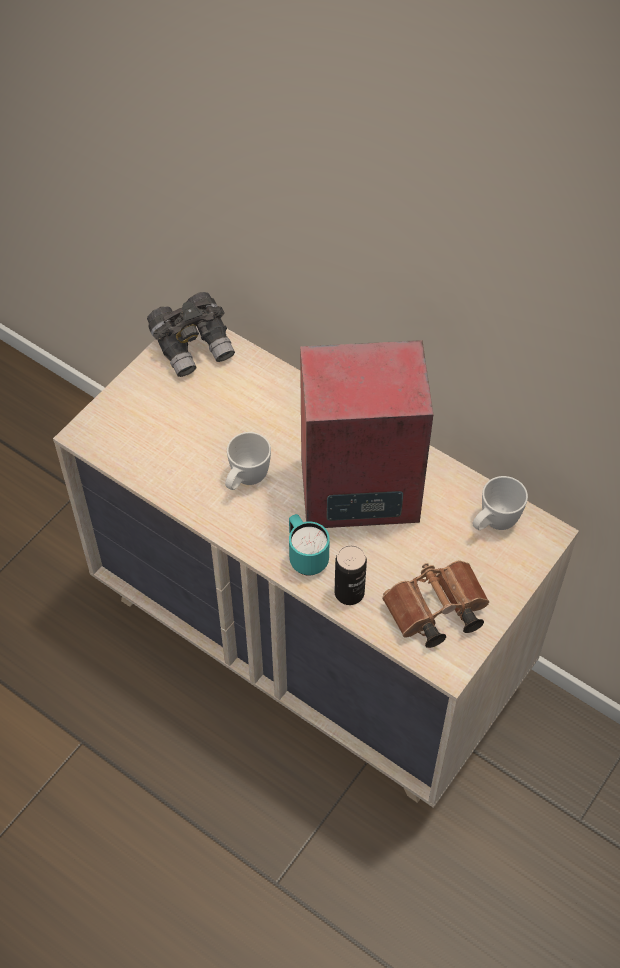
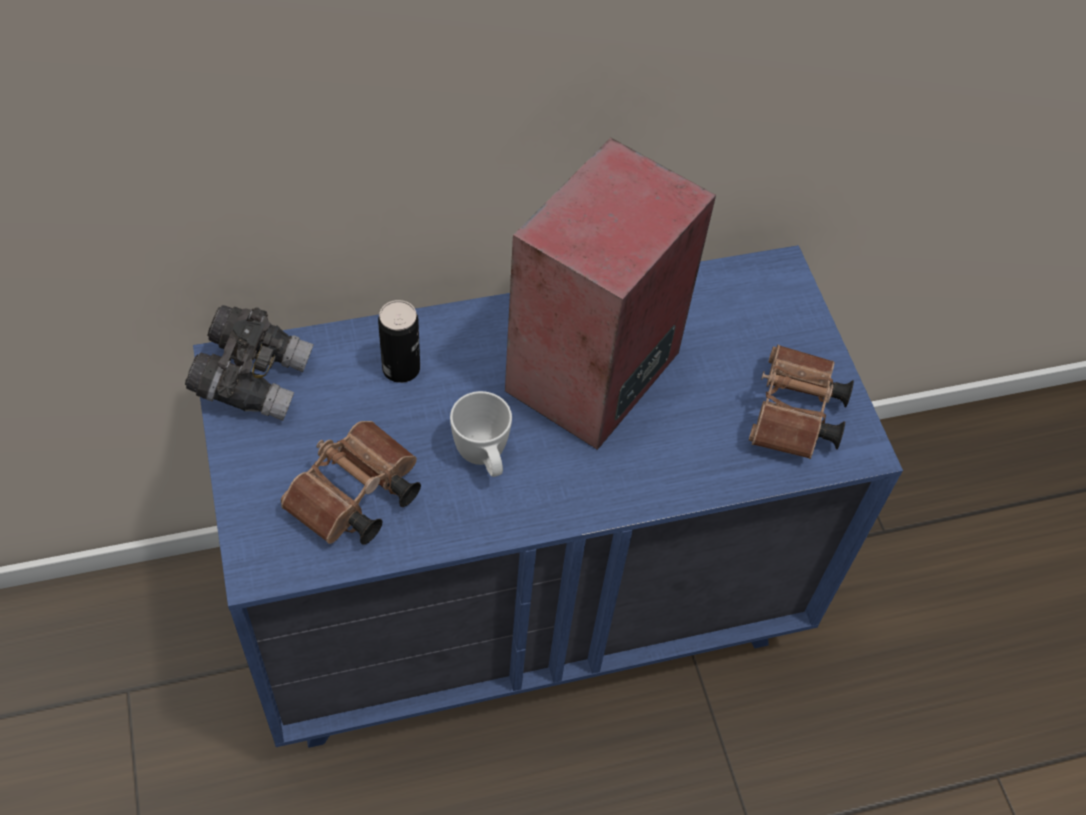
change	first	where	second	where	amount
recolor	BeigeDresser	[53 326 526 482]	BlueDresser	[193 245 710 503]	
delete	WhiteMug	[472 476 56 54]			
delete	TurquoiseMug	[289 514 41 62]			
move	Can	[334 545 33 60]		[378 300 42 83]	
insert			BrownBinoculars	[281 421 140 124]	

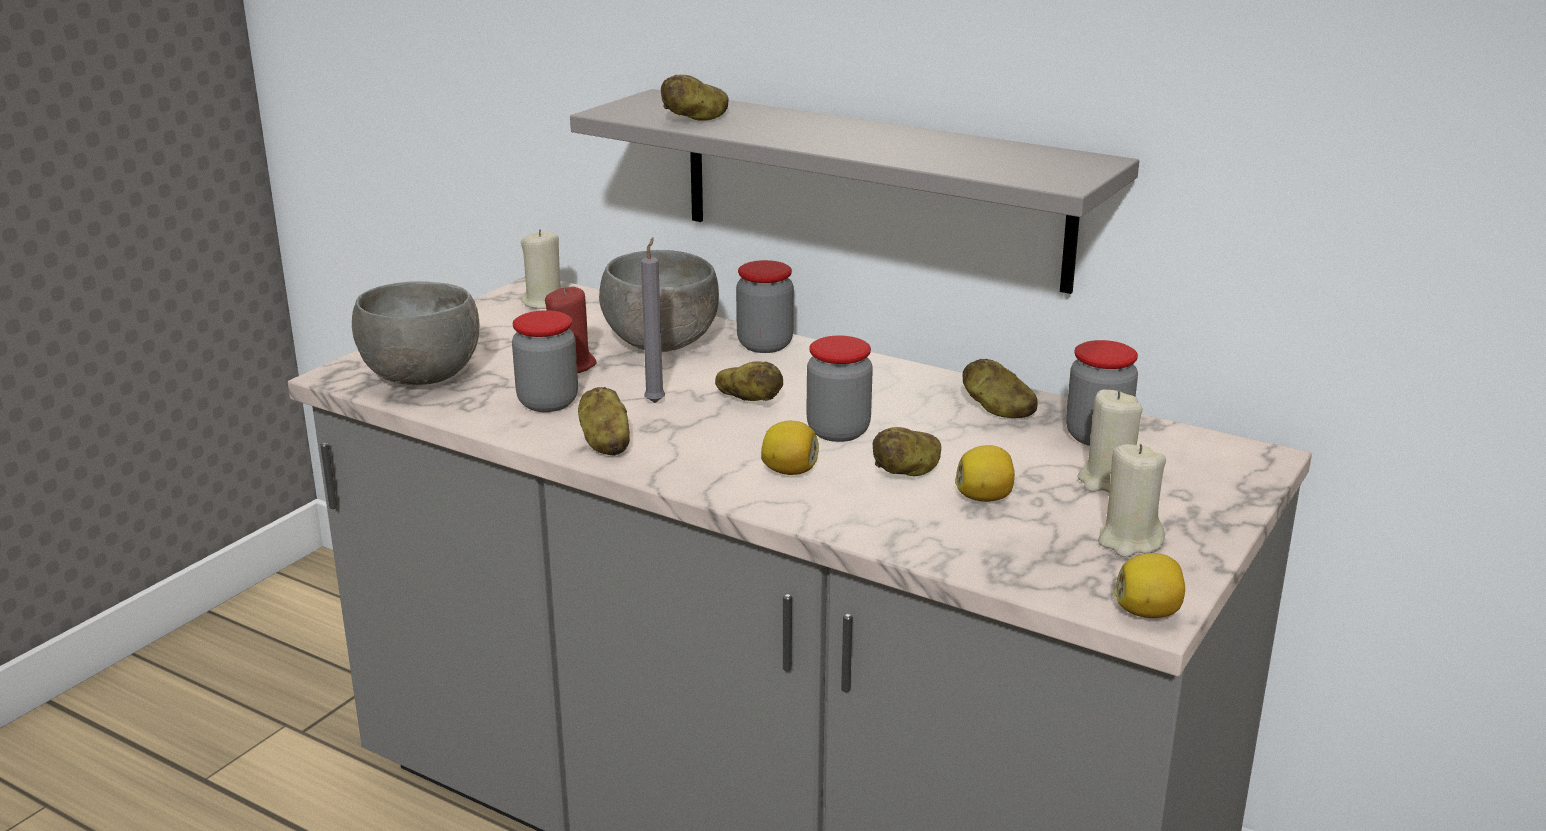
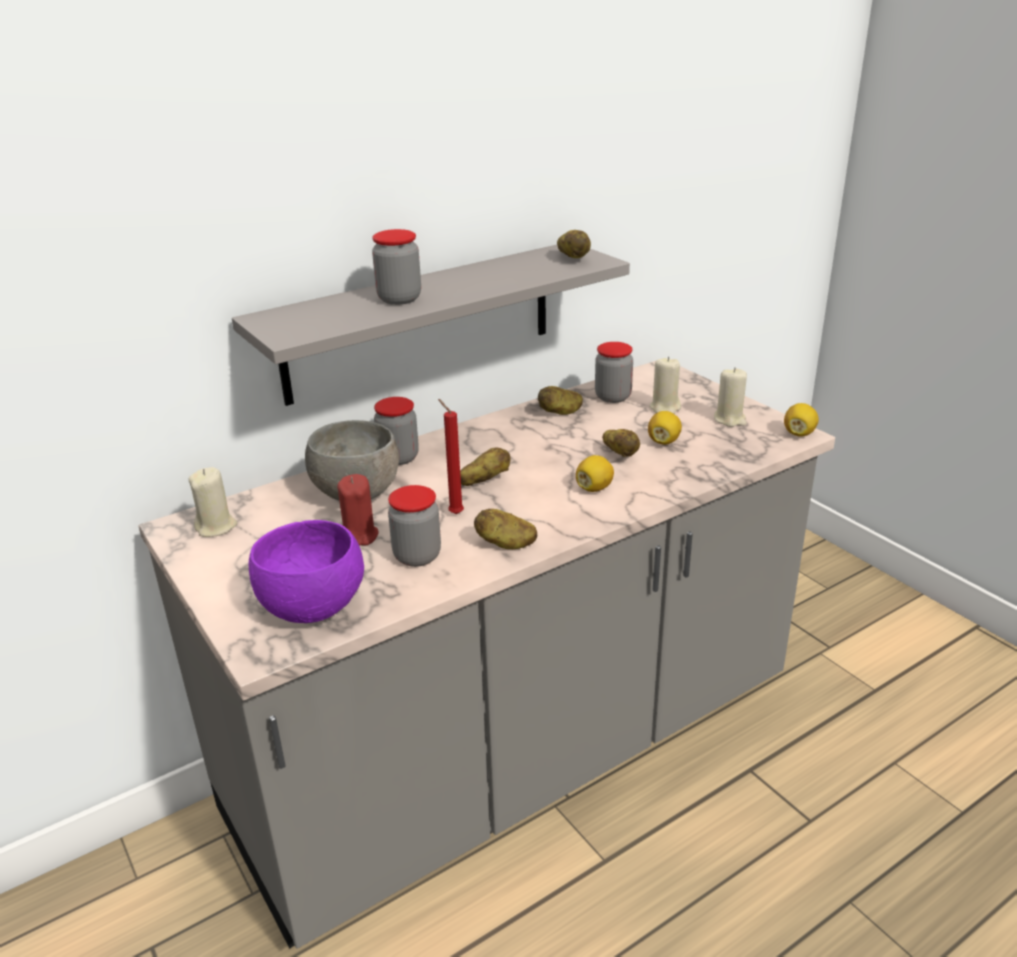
change	first	where	second	where	amount
move	Potato	[661 75 68 46]		[557 230 34 28]	
recolor	GreyCandle	[641 238 24 165]	RedCandle	[438 399 26 115]	
recolor	GreyBowl	[352 281 127 104]	PurpleBowl	[248 520 116 103]	
move	Jar	[806 336 67 106]		[372 229 49 76]	

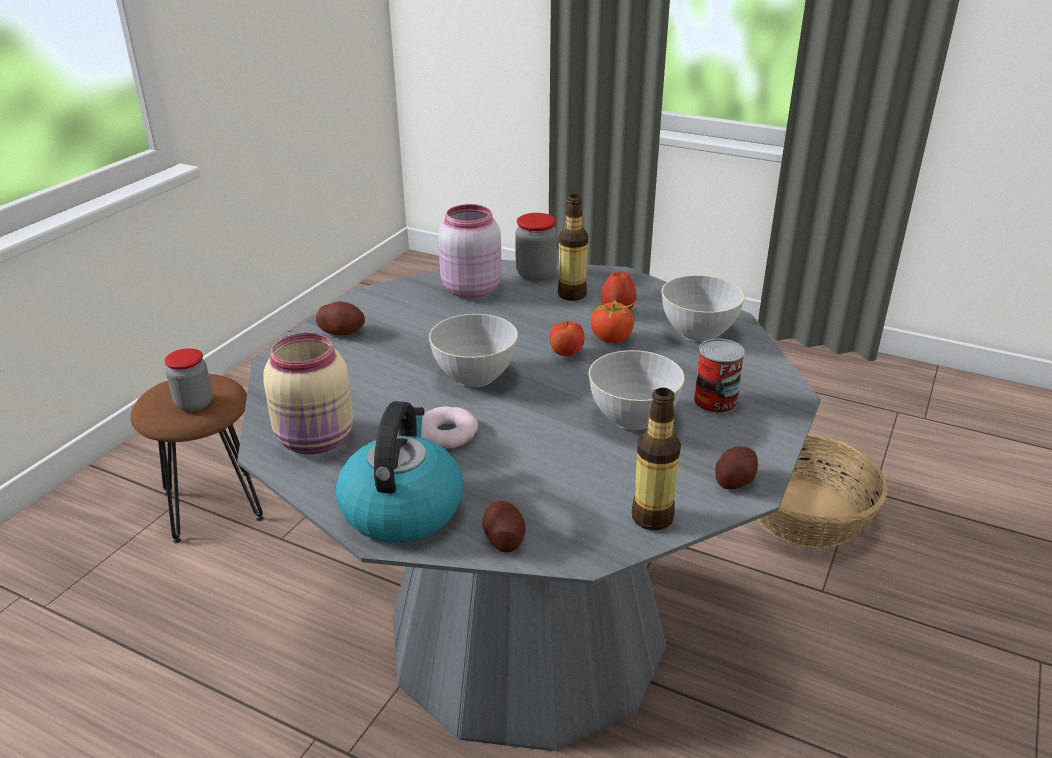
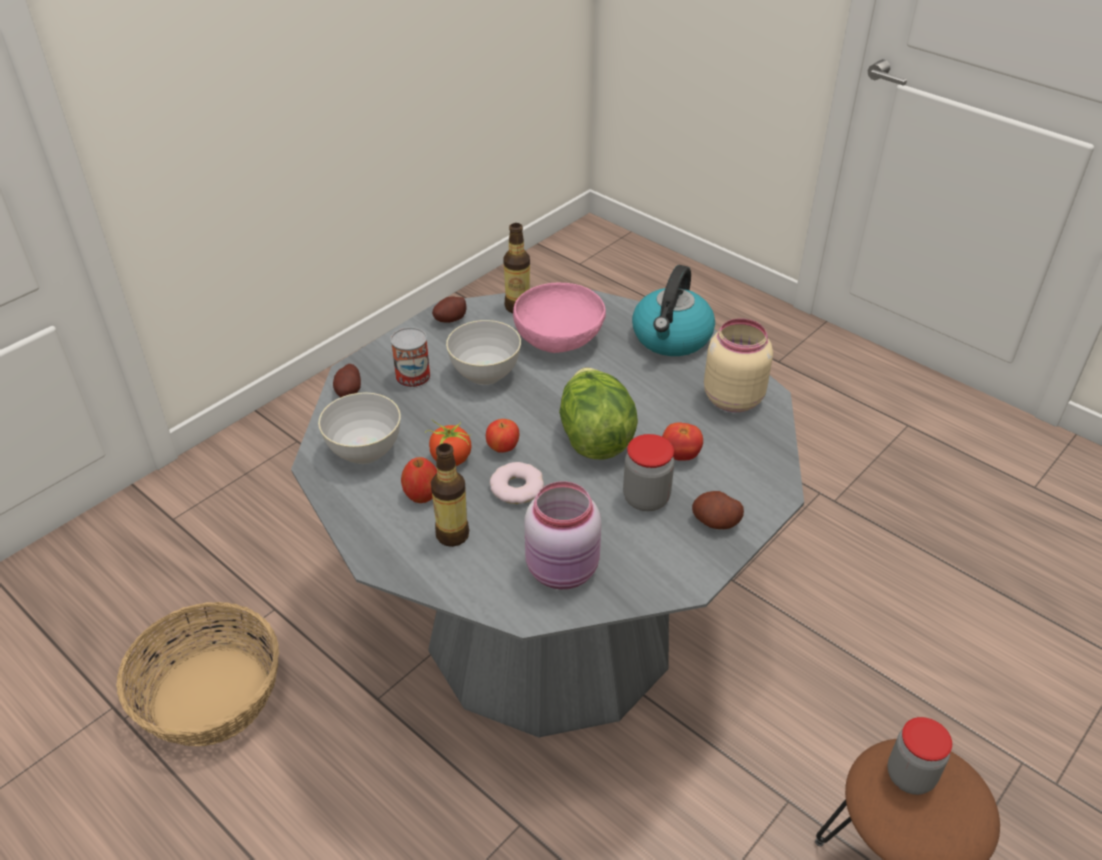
change	first	where	second	where	amount
move	Jar	[515 213 42 68]		[623 434 51 77]	
replace	GreyBowl	[429 314 89 73]	Lettuce	[559 367 79 93]	
move	Donut	[421 406 57 42]		[490 462 54 42]	
move	Potato	[482 501 44 52]		[333 364 28 33]	
insert			PinkBowl	[513 283 93 70]	
insert			Tomato	[662 422 41 39]	

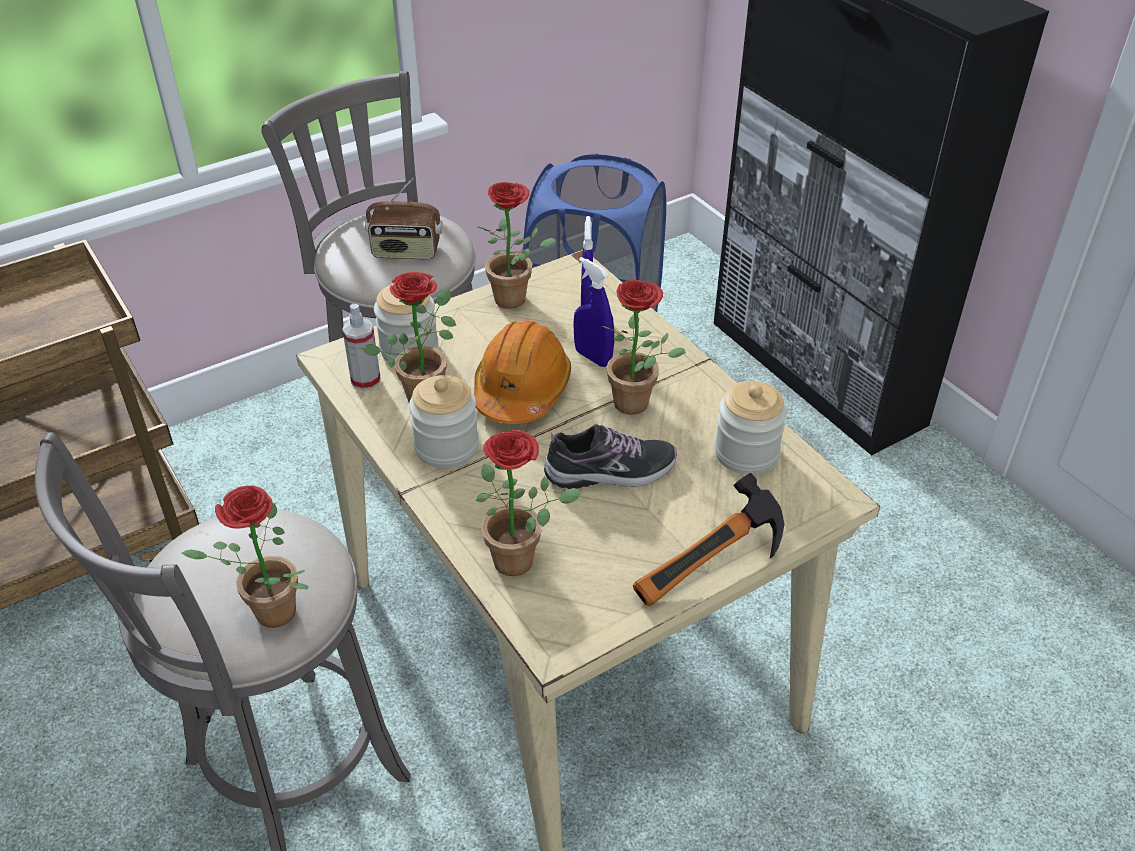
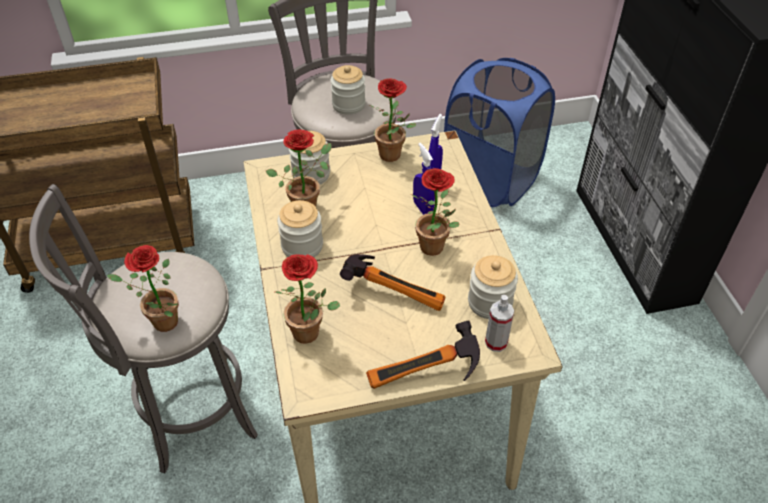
change	first	where	second	where	amount
replace	Radio	[365 178 78 81]	Jar	[331 65 35 50]	
move	SprayBottle	[342 304 39 87]		[485 295 29 57]	
delete	OrangeHardHat	[474 320 97 104]			
replace	Shoe	[544 424 133 65]	Hammer	[340 254 106 57]	

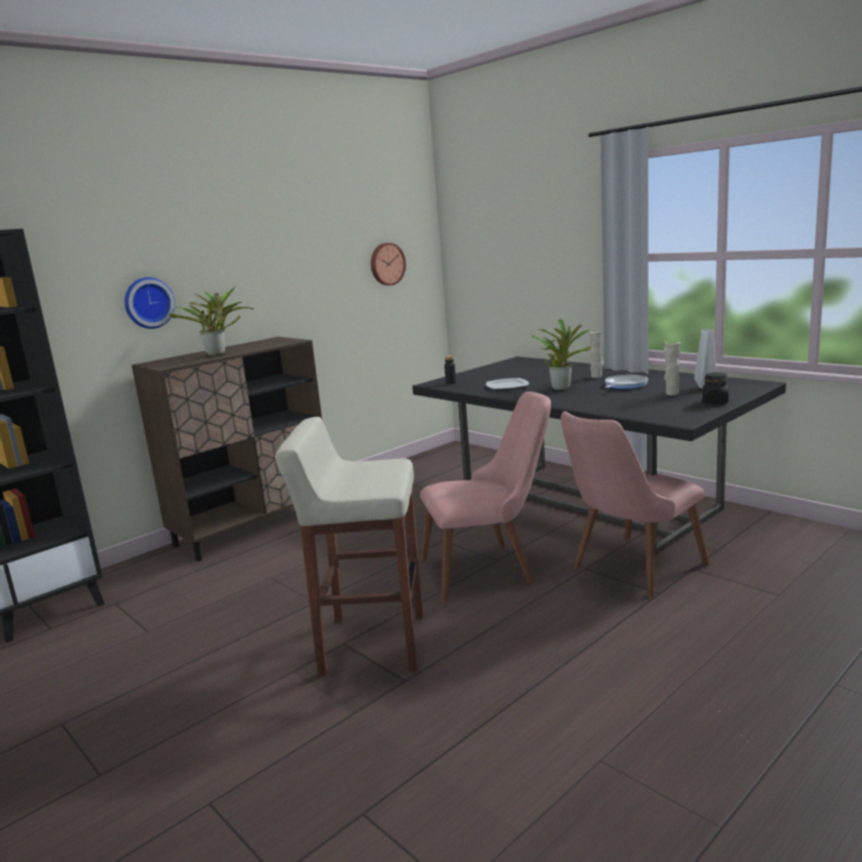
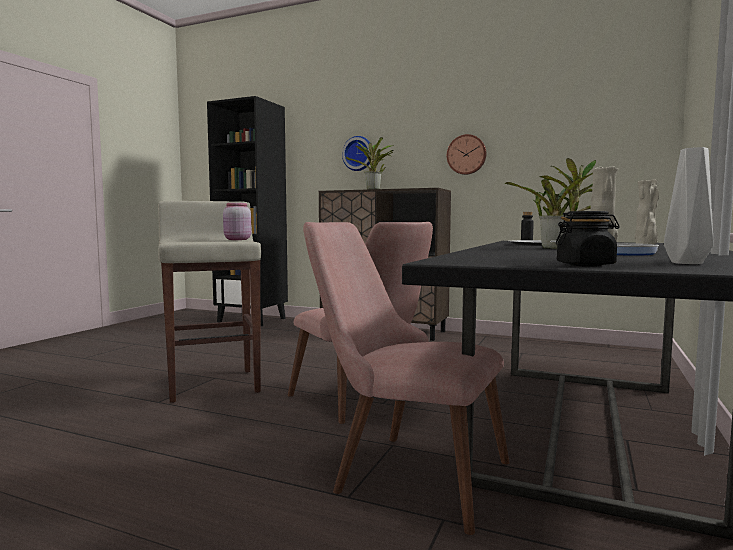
change	first	where	second	where	amount
move	WallClock	[371 243 35 42]		[447 134 39 41]	
insert			PinkJar	[223 203 28 37]	

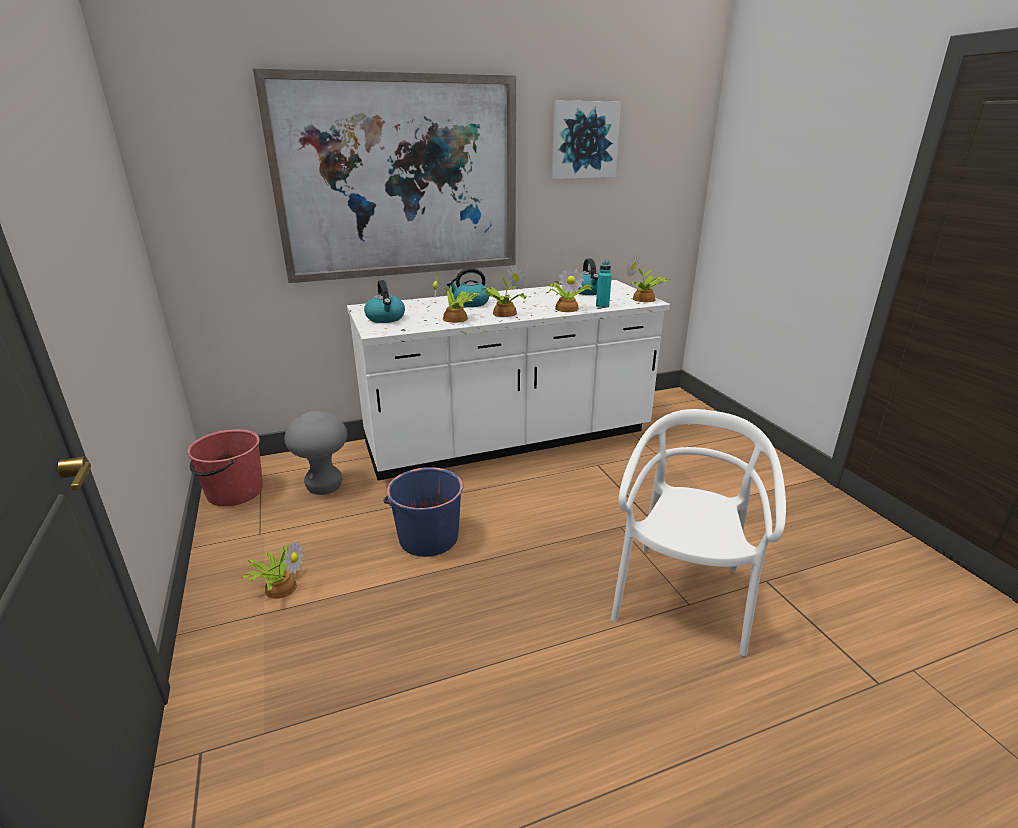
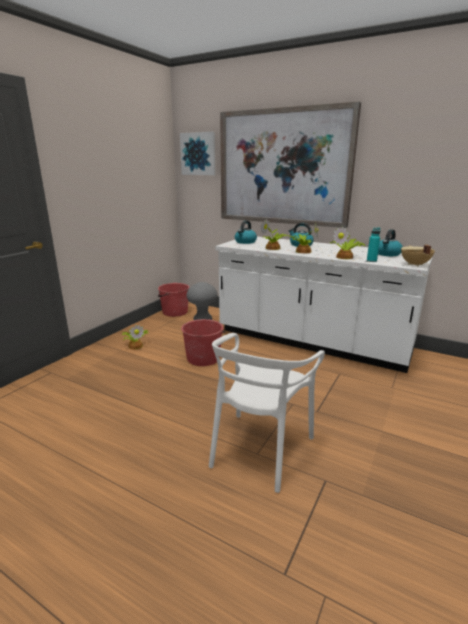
change	first	where	second	where	amount
move	Picture	[552 101 69 78]		[180 132 35 43]	
replace	PottedPlant	[626 255 44 47]	BeigeCookingPot	[401 245 34 21]	
rotate	WhiteChair	[611 409 175 247]		[209 333 116 160]	135 degrees clockwise
recolor	BlueBucket	[384 467 79 90]	RedBucket	[181 319 44 47]	

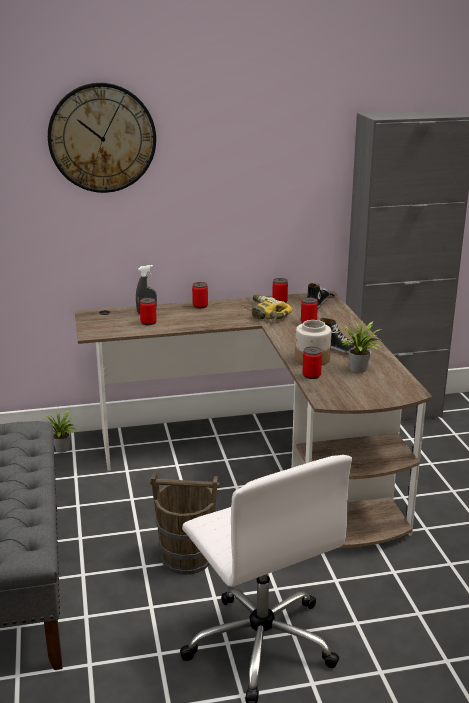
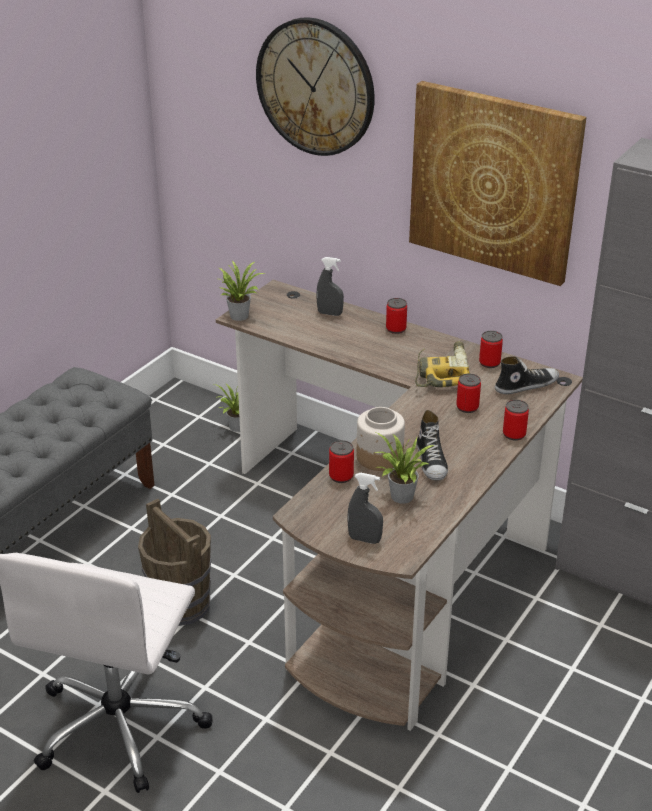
change	first	where	second	where	amount
move	Can	[140 297 17 28]		[503 400 26 41]	
insert			Picture	[409 81 178 205]	
insert			PottedPlant	[218 261 47 60]	
insert			GreySprayBottle	[347 473 36 71]	

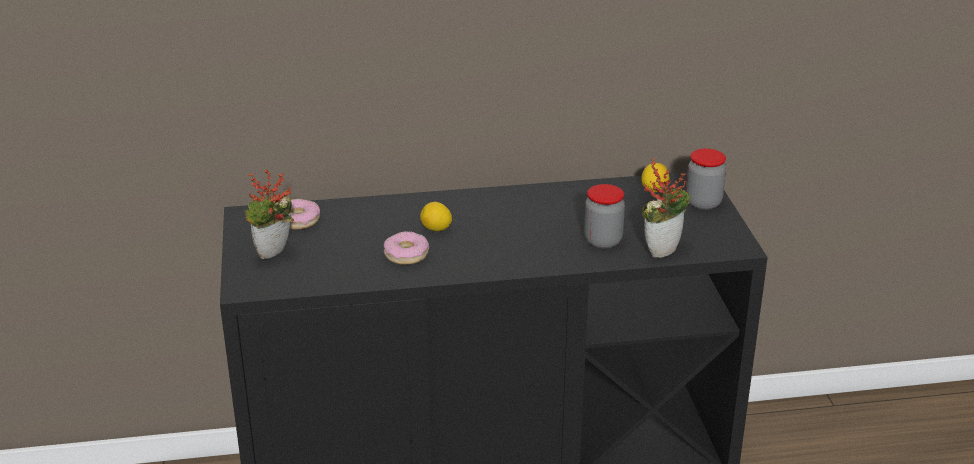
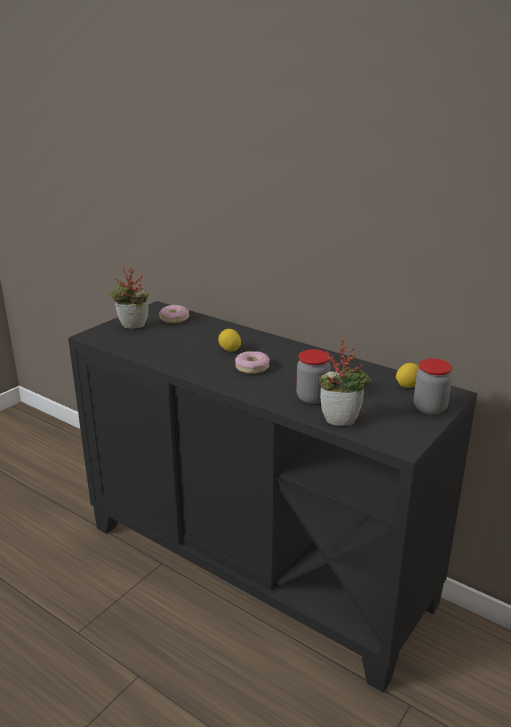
change	first	where	second	where	amount
move	Donut	[384 231 45 34]		[235 351 35 23]	

